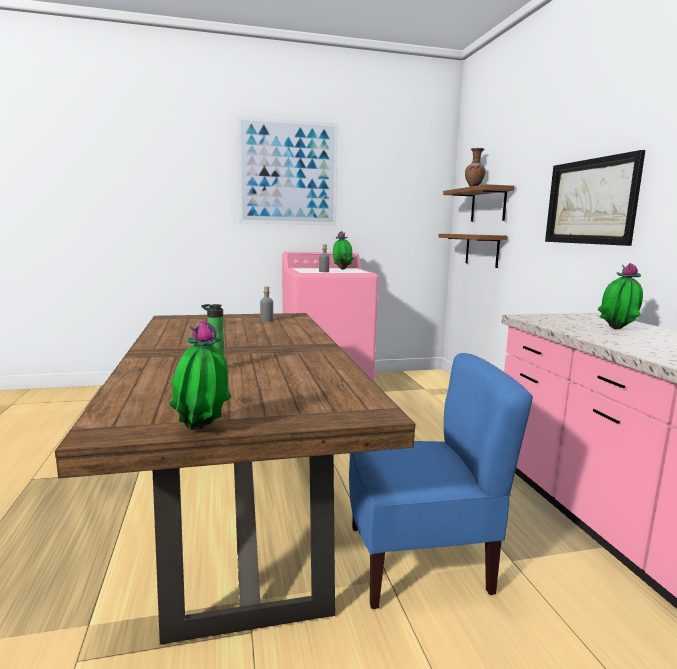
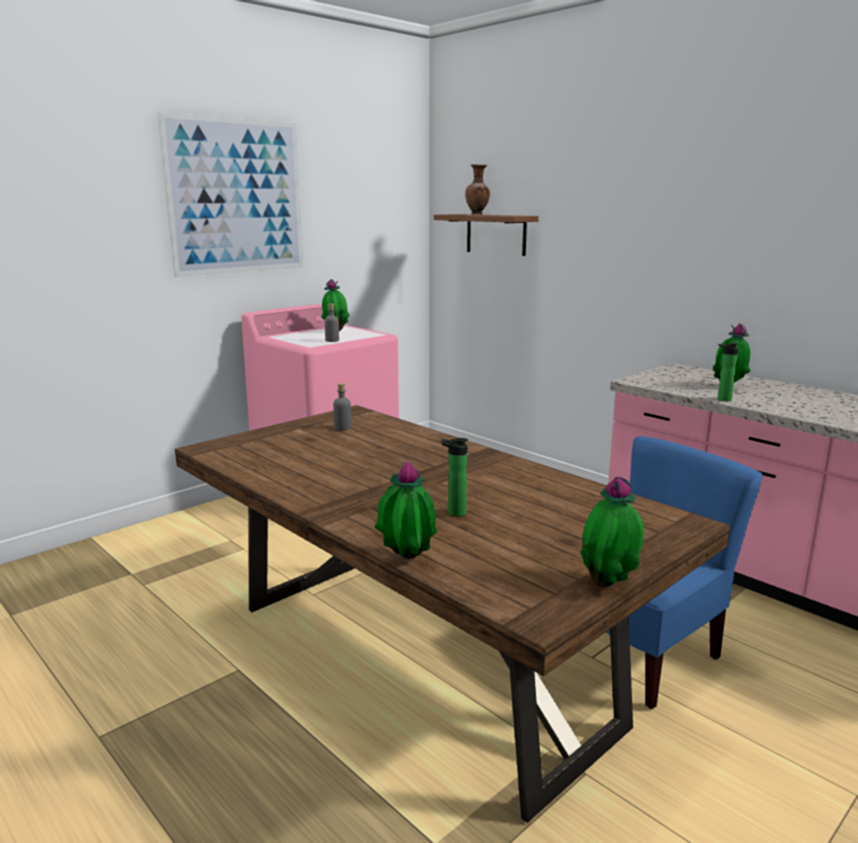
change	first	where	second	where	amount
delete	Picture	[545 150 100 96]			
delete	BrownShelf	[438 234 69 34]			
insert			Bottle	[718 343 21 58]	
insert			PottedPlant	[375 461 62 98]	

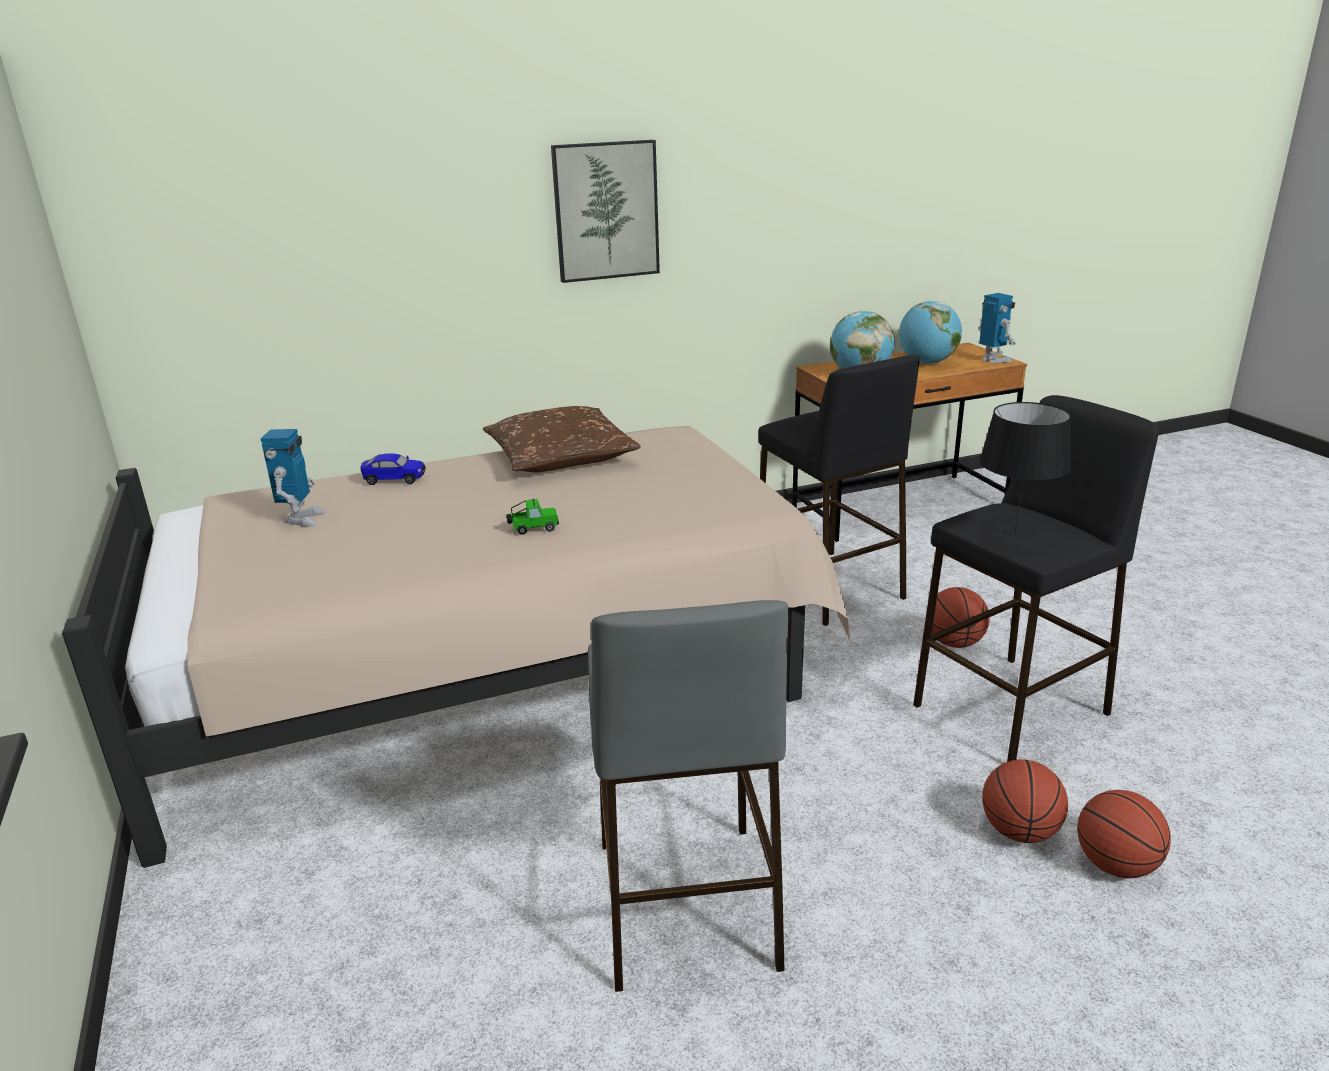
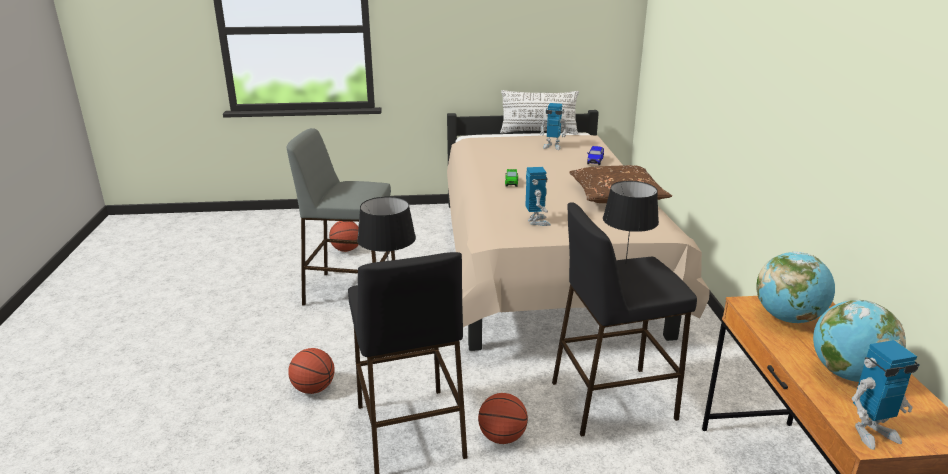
change	first	where	second	where	amount
delete	Picture	[551 140 109 143]			
move	Basketball	[1077 790 94 88]		[329 221 30 31]	
insert			WhitePillow	[500 90 79 44]	
insert			ToyRobot	[526 167 25 59]	
insert			BlackTableLamp	[603 181 56 81]	

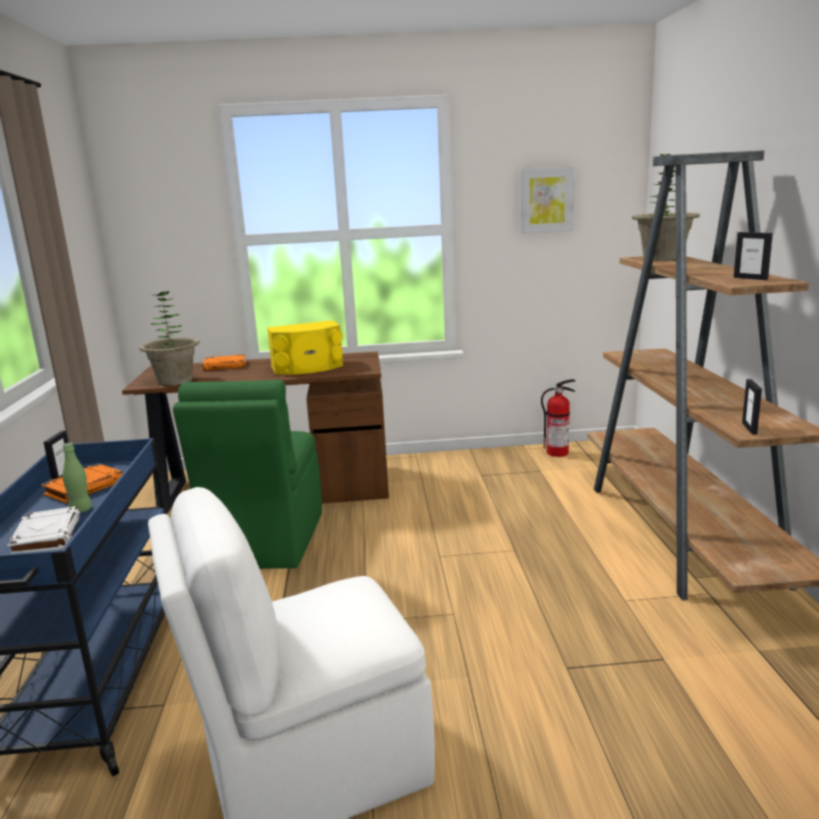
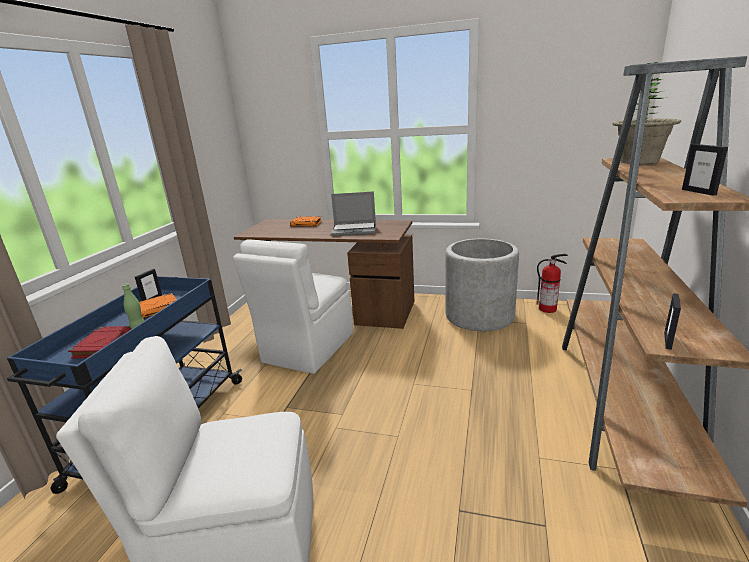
change	first	where	second	where	amount
delete	Picture	[520 167 55 67]			
delete	PottedPlant	[139 291 61 95]			
replace	YellowSpeaker	[267 320 76 55]	Laptop	[331 191 45 45]	
recolor	GreenChair	[173 380 149 189]	WhiteChair	[233 239 120 135]	
recolor	WhiteBook	[7 506 73 47]	RedBook	[68 326 63 33]	
insert			GreyPlanter	[445 239 74 92]	

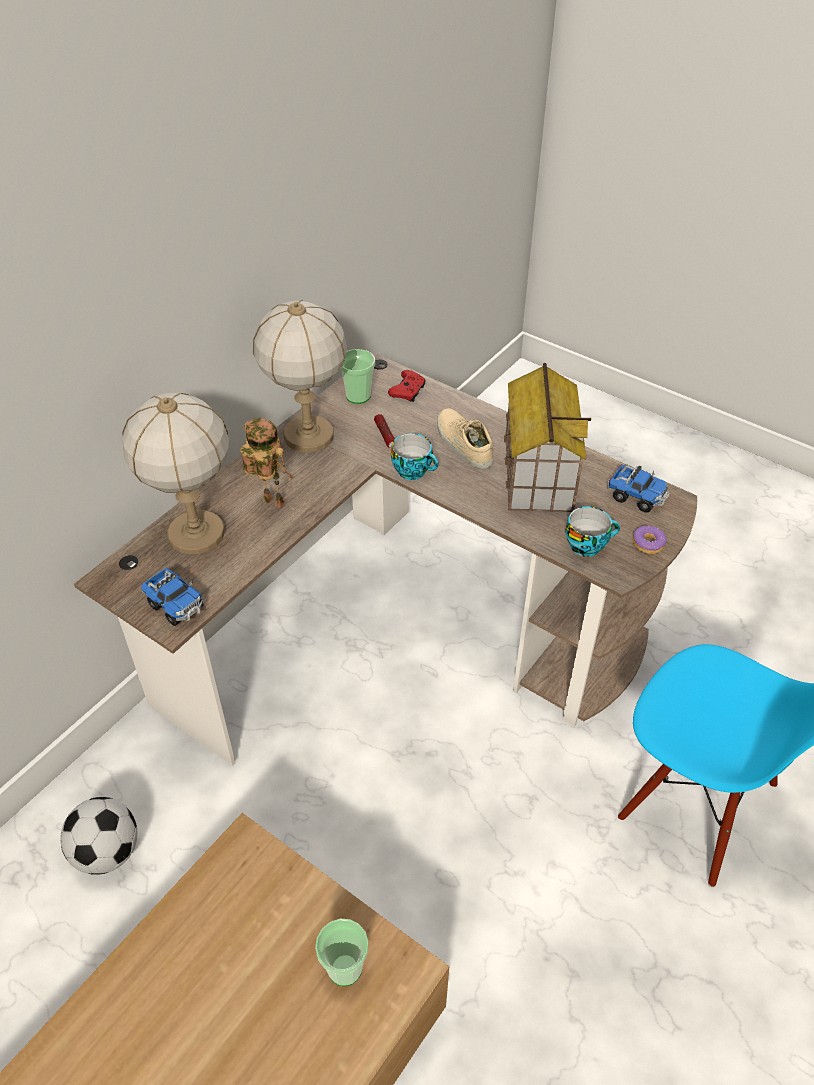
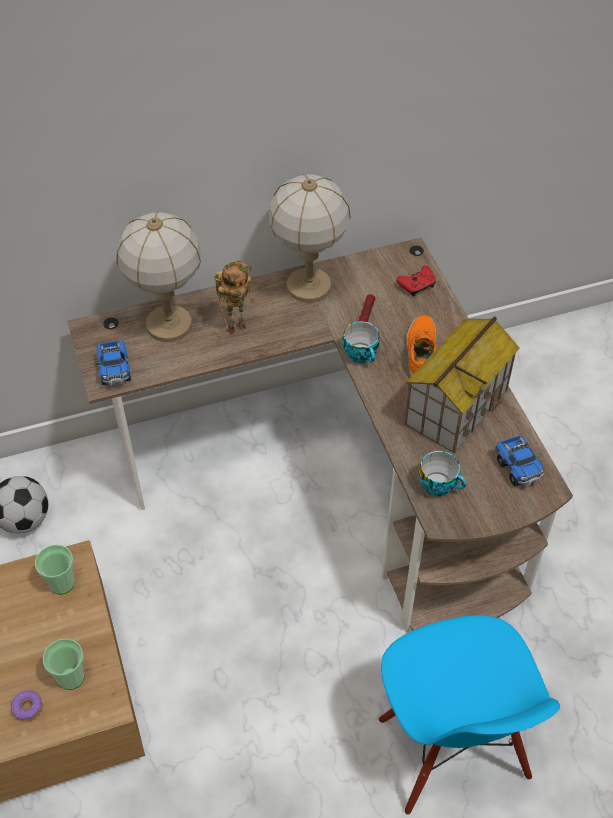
change	first	where	second	where	amount
move	Cup	[341 349 34 55]		[35 545 39 50]	
recolor	BeigeShoe	[437 409 57 60]	OrangeShoe	[406 315 30 61]	
rotate	ToyRobot	[240 418 54 90]		[214 261 41 74]	90 degrees clockwise
move	Donut	[633 525 33 29]		[11 690 32 32]	

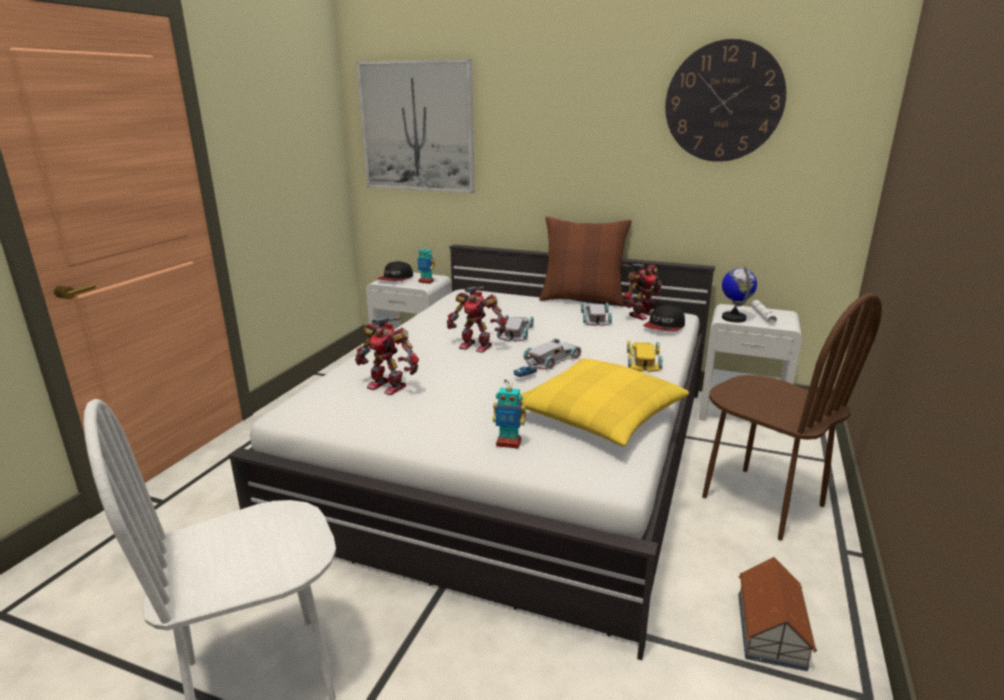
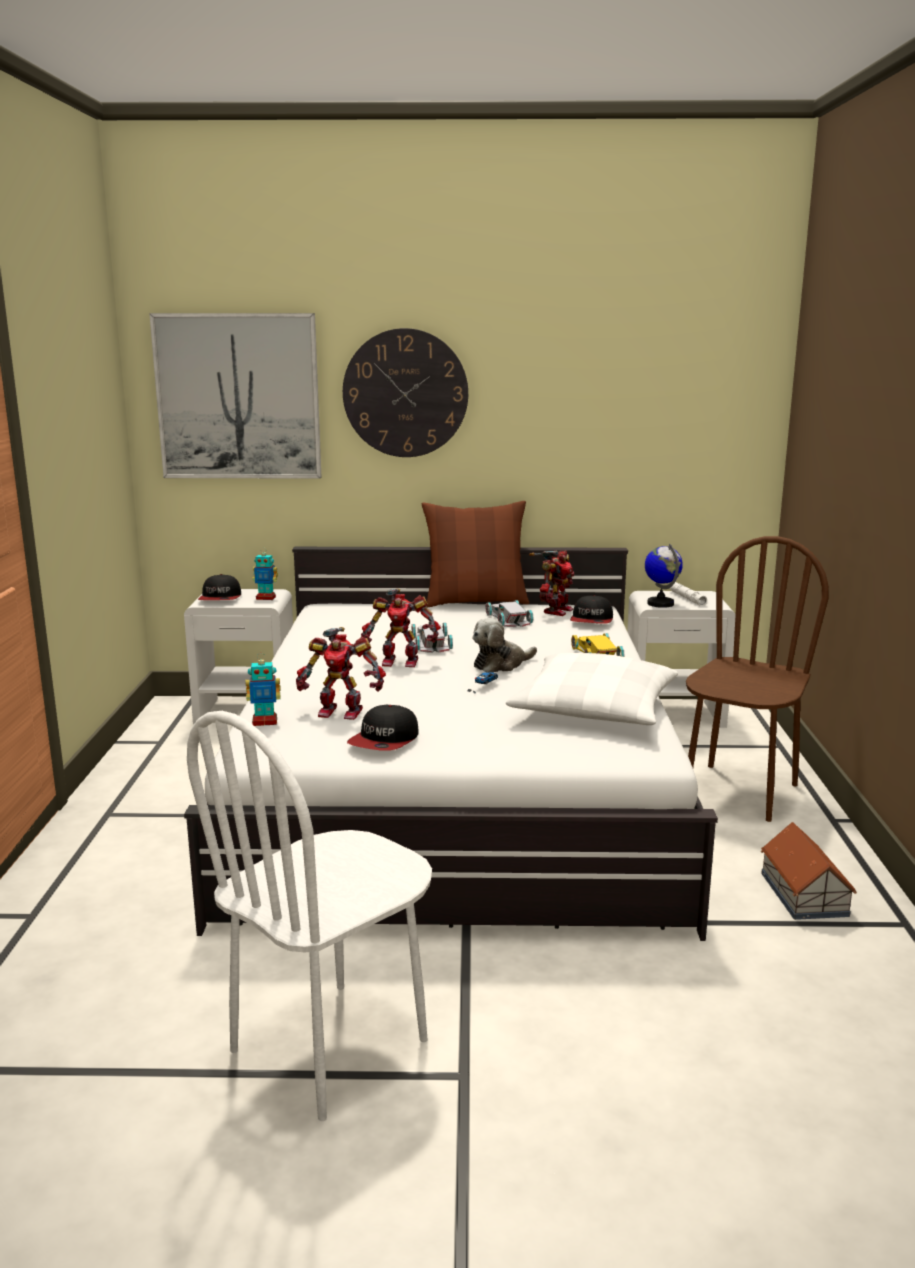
change	first	where	second	where	amount
move	WallClock	[665 39 121 123]		[343 328 125 129]	
rotate	BrownChair	[702 293 180 248]		[686 536 143 286]	90 degrees counterclockwise
replace	WhiteToyCar	[523 338 58 32]	PlushToy	[472 618 65 55]	
recolor	YellowPillow	[520 359 169 88]	WhitePillow	[506 653 172 72]	
move	ToyRobot	[492 380 34 69]		[245 653 36 73]	
insert			Cap	[347 705 72 46]	

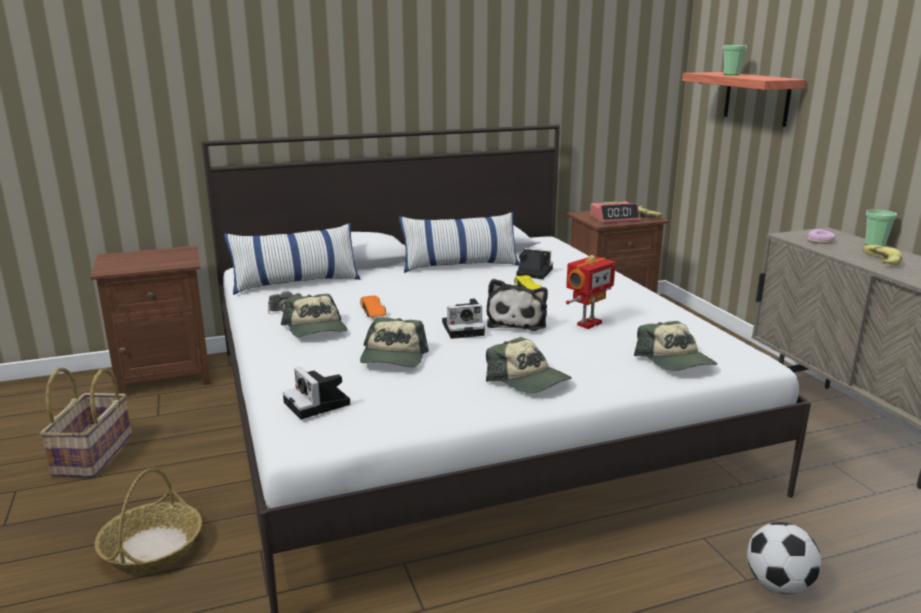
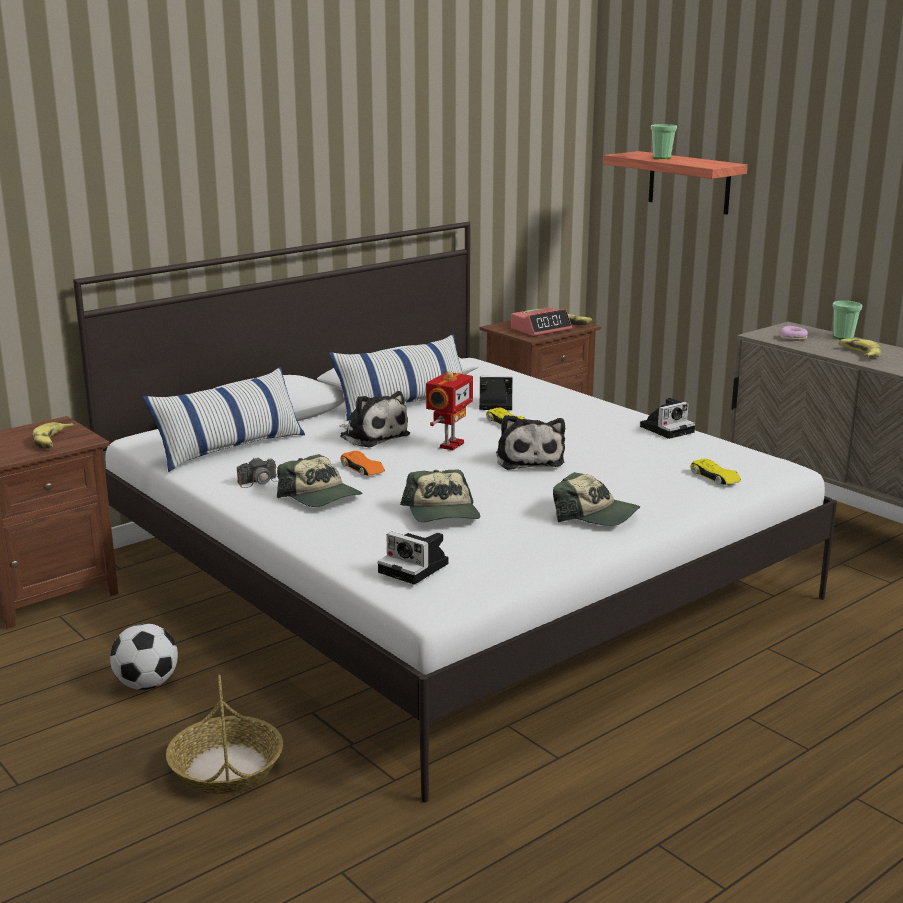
change	first	where	second	where	amount
move	ToyRobot	[566 255 50 74]		[426 371 47 79]	
move	PhotoCamera	[442 298 43 41]		[640 398 55 41]	
replace	Cap	[634 321 83 50]	YellowToyCar	[690 459 51 26]	
delete	Basket	[40 367 92 110]			
move	Football	[747 522 74 72]		[110 623 68 67]	
insert			PlushToy	[339 391 71 57]	
insert			Banana	[33 422 41 27]	

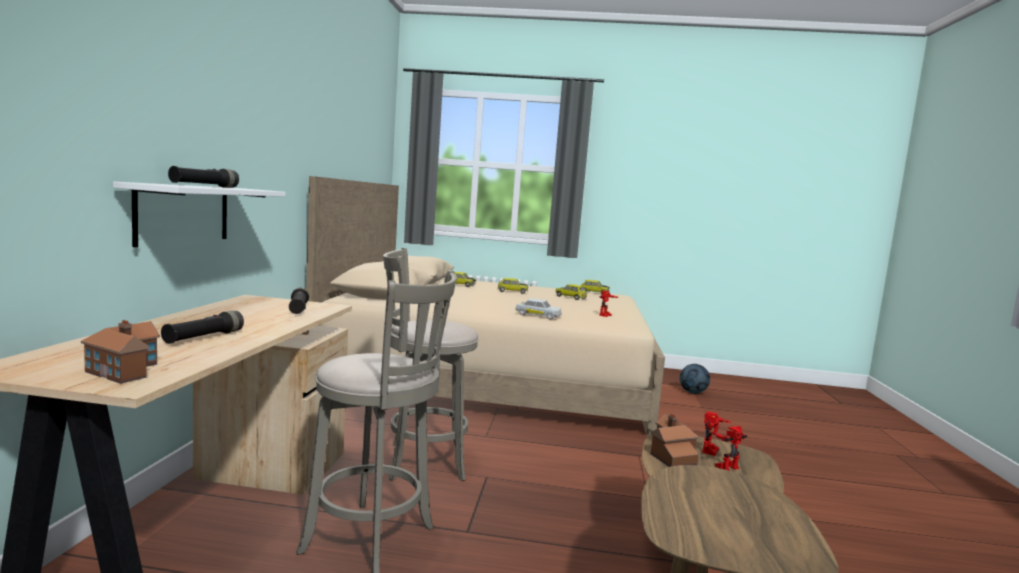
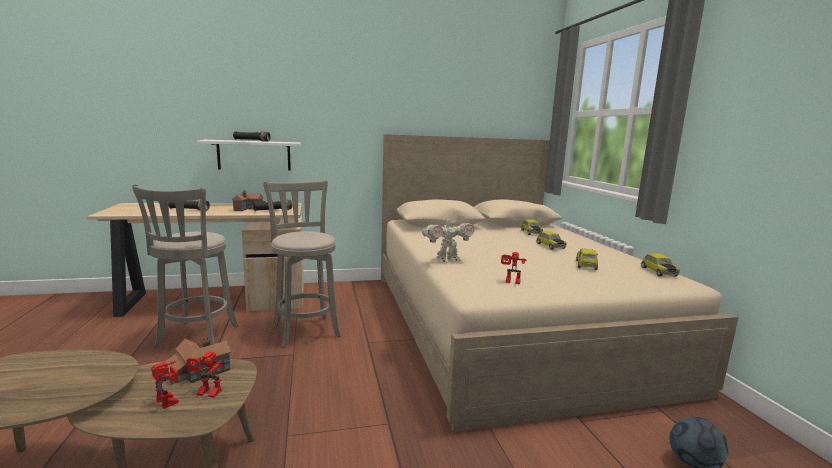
change	first	where	second	where	amount
replace	WhiteToyCar	[515 298 47 22]	ToyRobot	[422 215 53 48]	
move	ToyHouse	[81 320 79 64]		[232 190 34 21]	

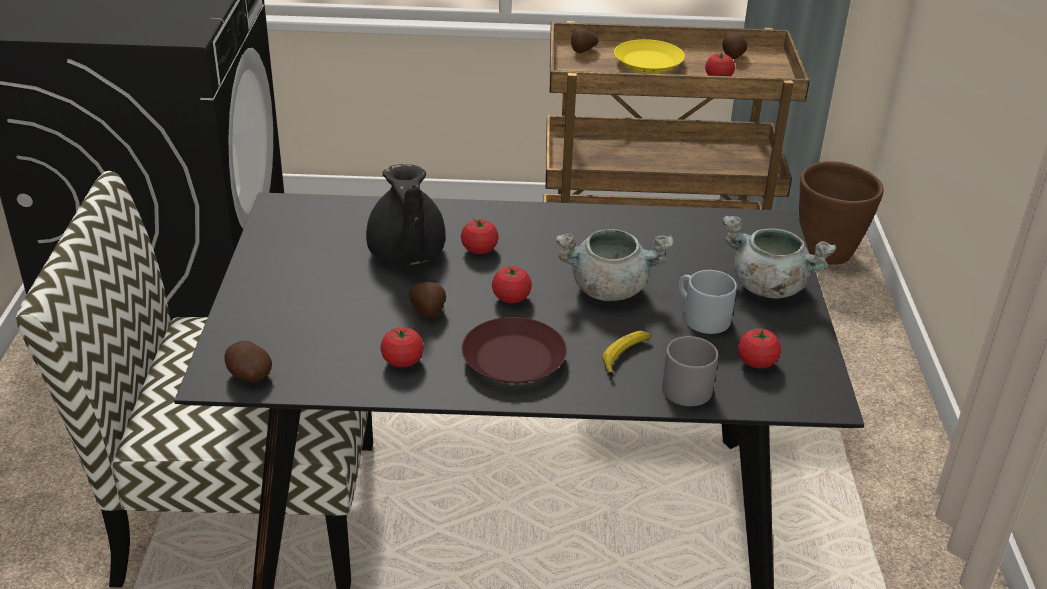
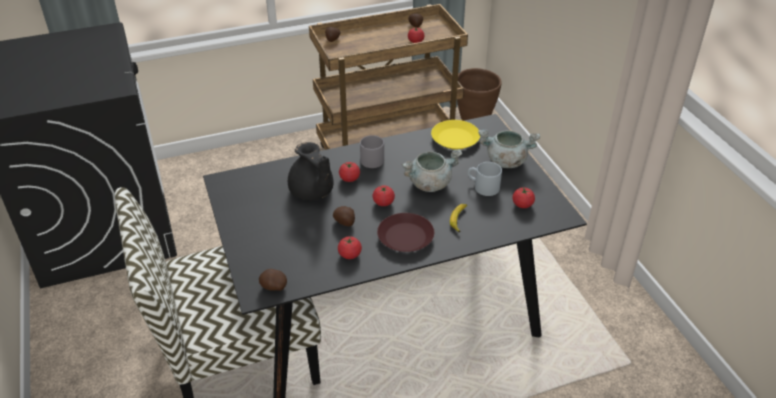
change	first	where	second	where	amount
move	YellowPlate	[614 39 71 34]		[431 120 49 30]	
move	GreyMug	[662 336 56 70]		[360 135 24 33]	

